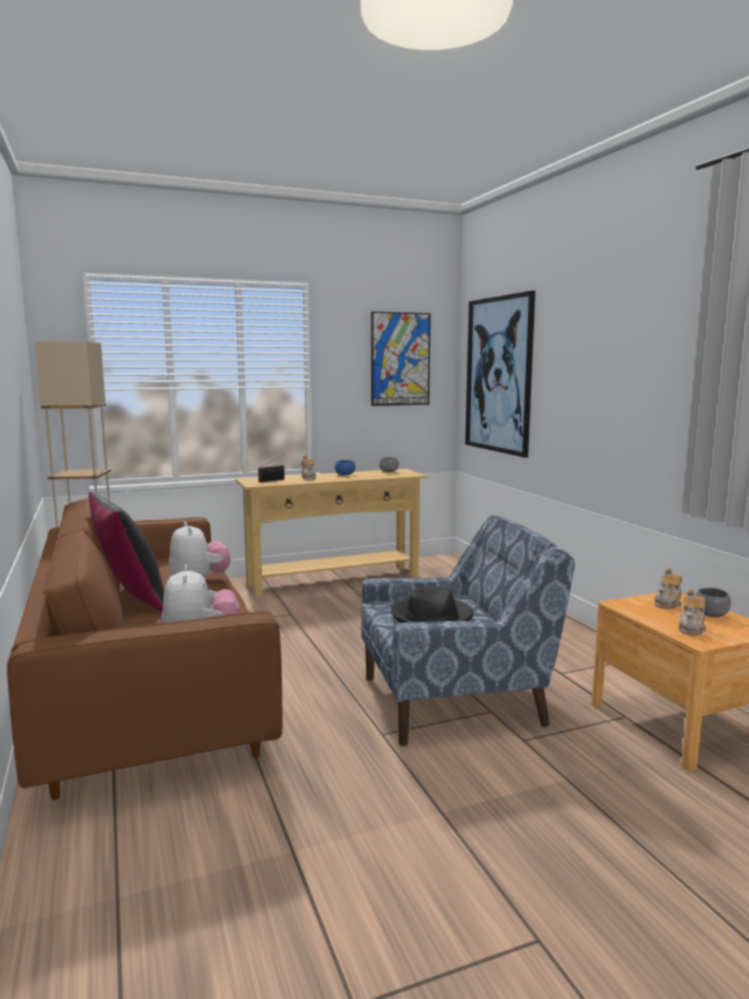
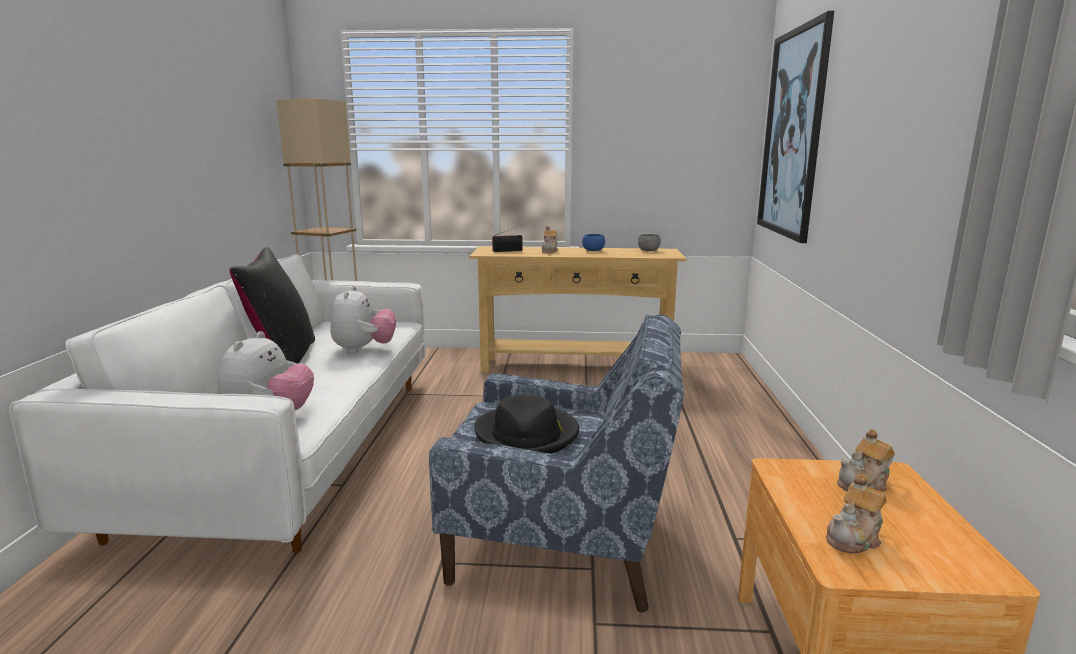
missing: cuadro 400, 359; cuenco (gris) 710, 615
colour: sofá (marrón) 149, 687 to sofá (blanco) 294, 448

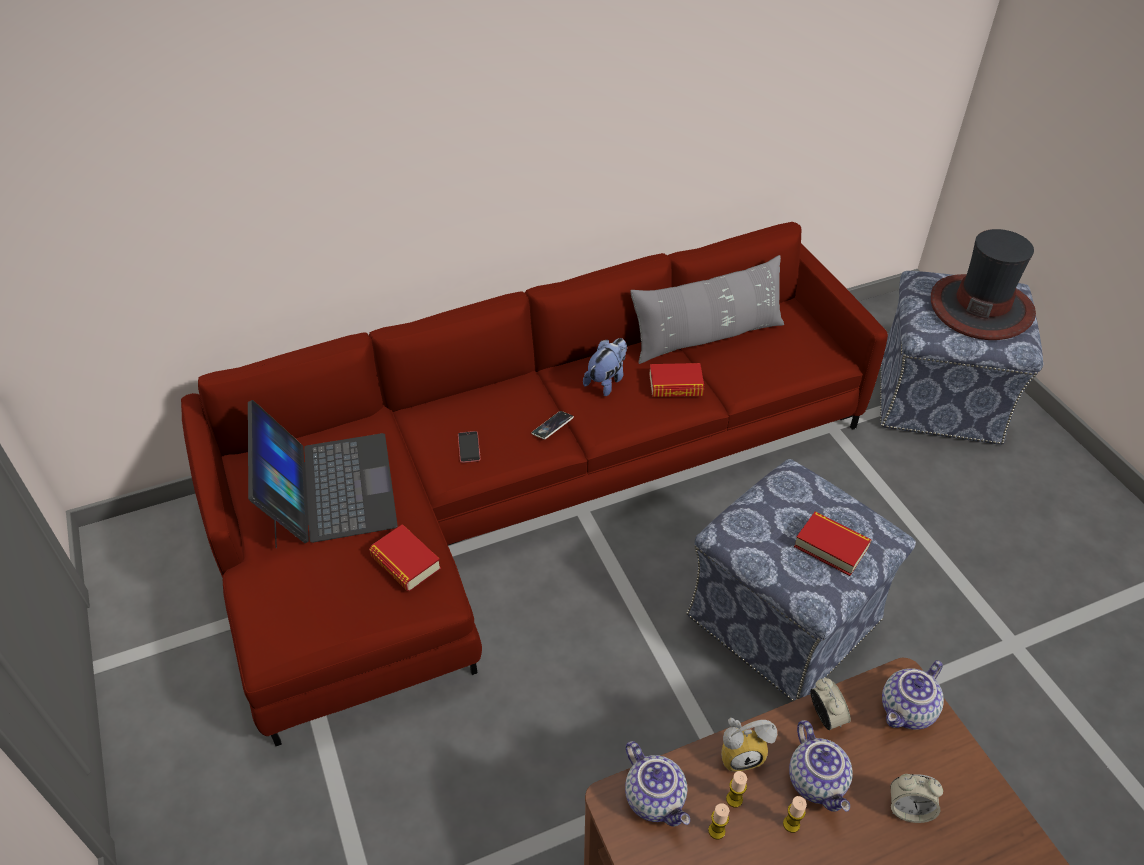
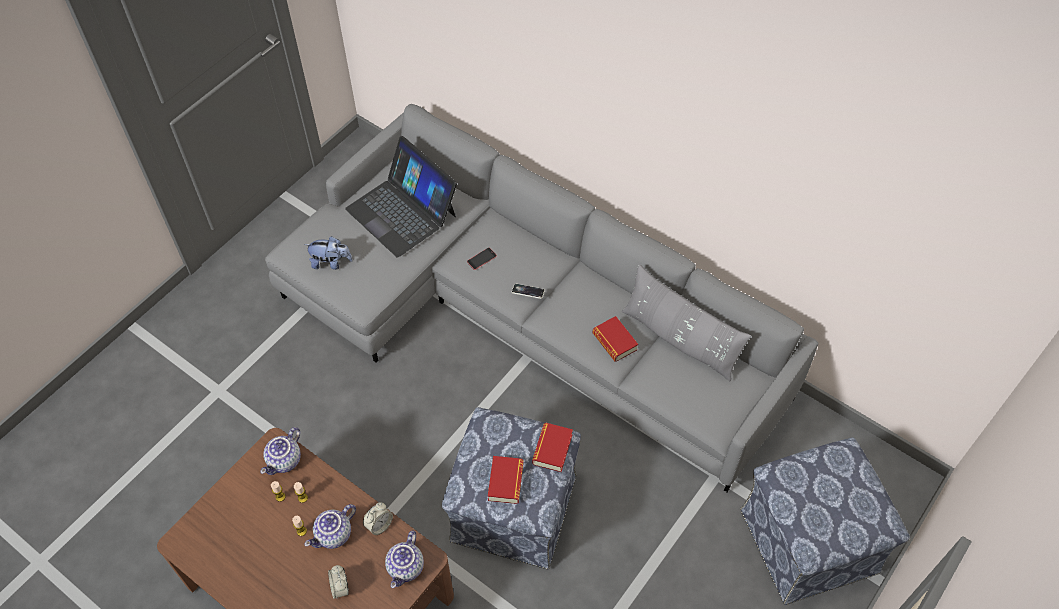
missing: despertador 741, 752; sombrero 980, 308
relocated: libro 405, 562 to 552, 449; peluche 607, 380 to 331, 262
colour: sofá (rojo) 525, 490 to sofá (gris) 524, 316
spun: portátil 329, 489 = 402, 211 90 degrees clockwise; tetera 907, 711 = 406, 568 90 degrees counterclockwise

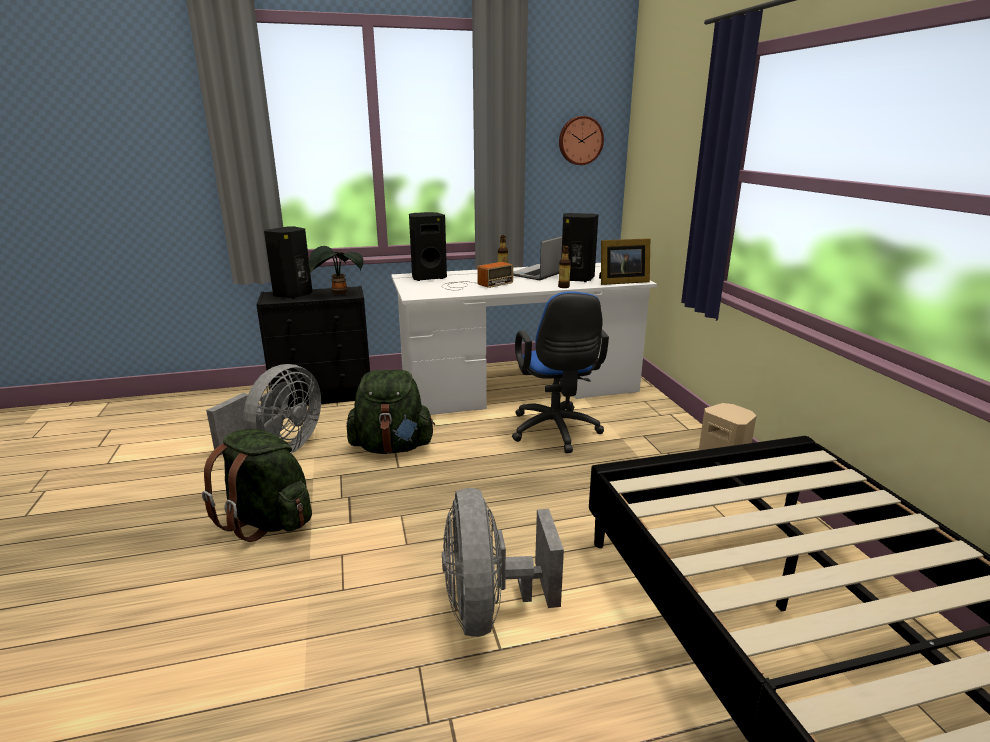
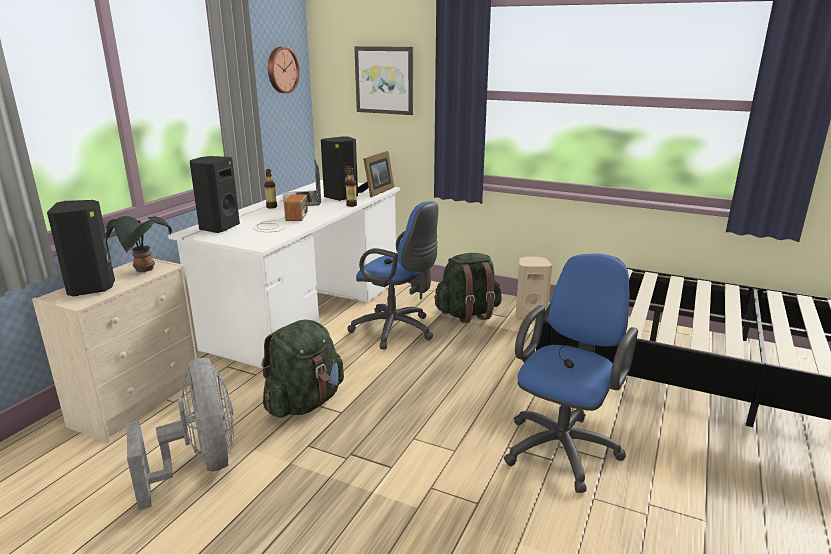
appeared: cuadro 384, 80
relocated: mochila (verde) 268, 521 to 468, 314
exchanged: ventilador (gris) 490, 609 to silla de oficina (azul) 564, 446
colour: cómoda (negro) 325, 396 to cómoda (beis) 140, 401

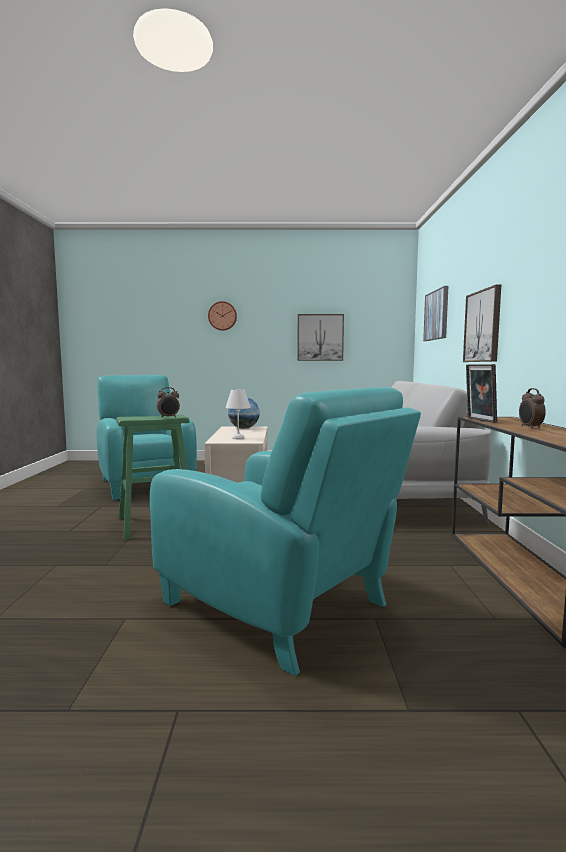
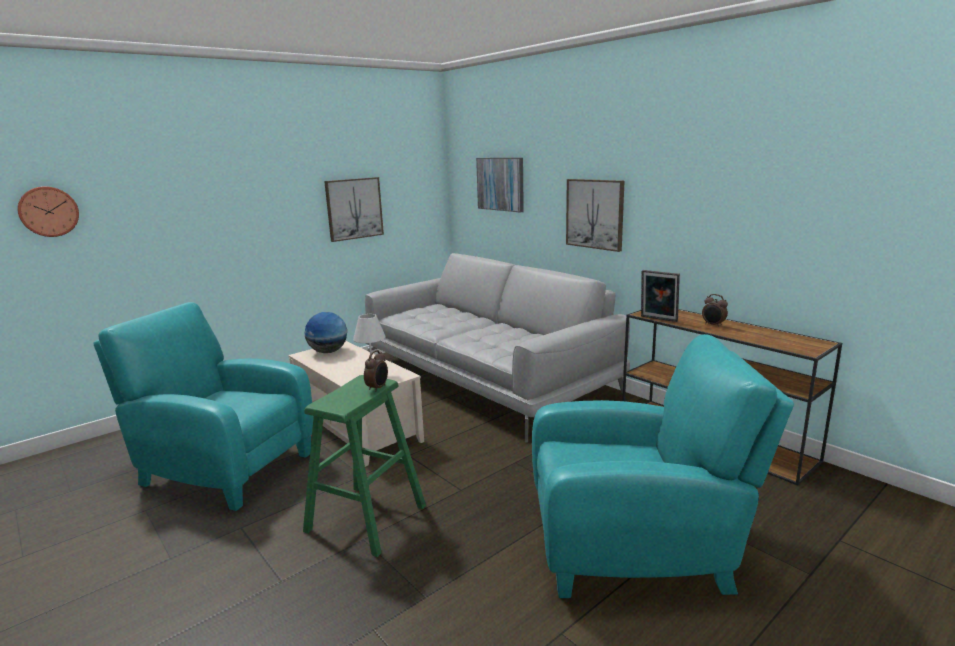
relocated: reloj de pared 222, 316 to 48, 211

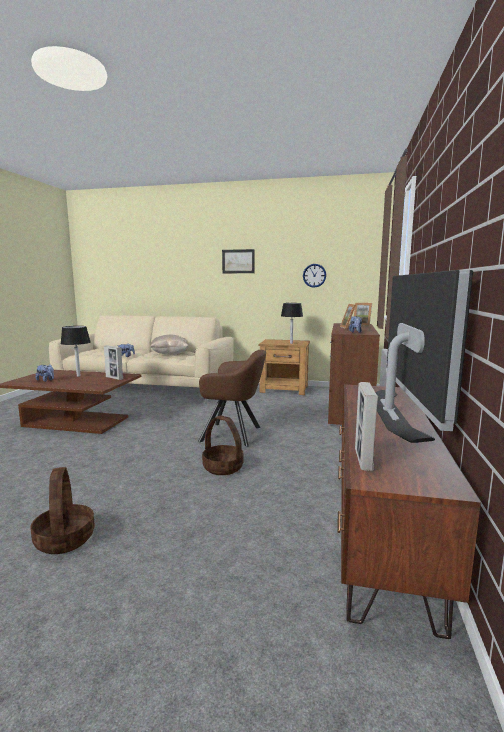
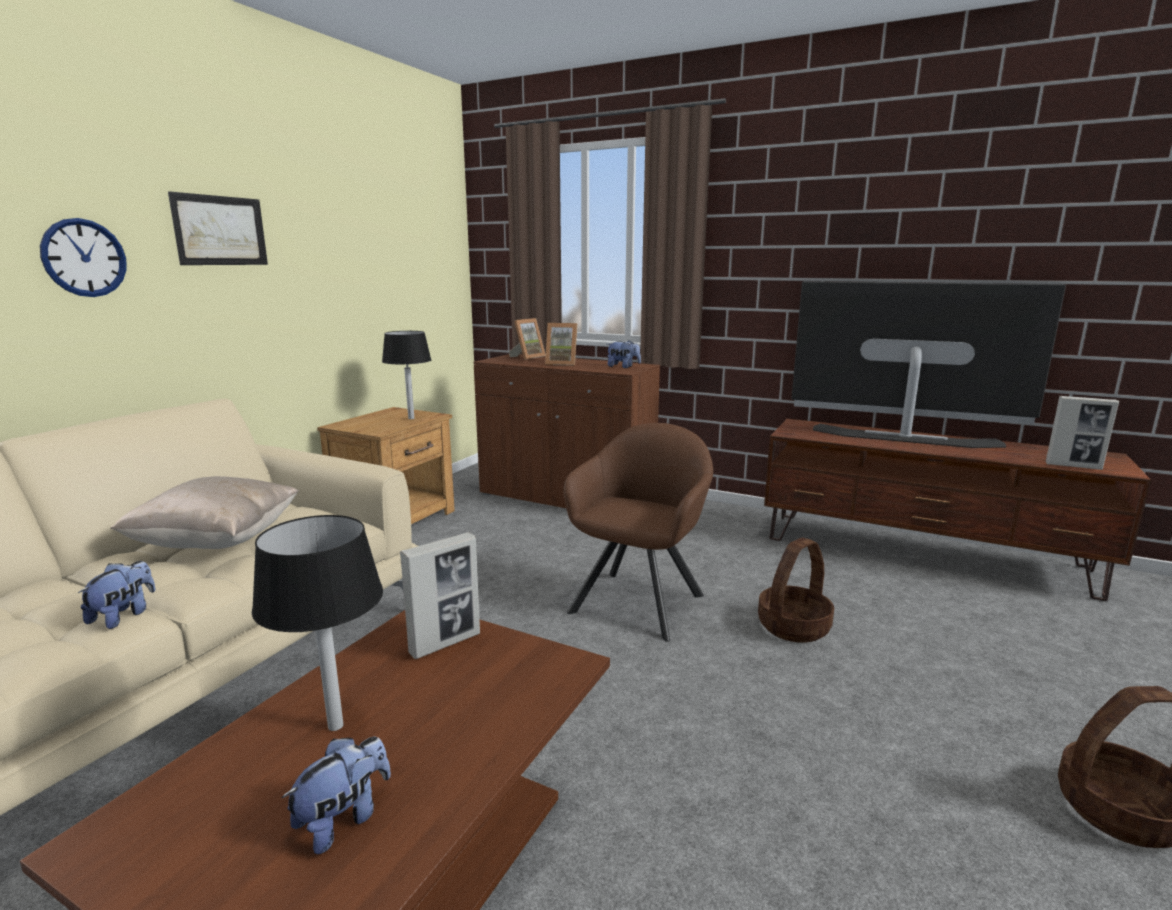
relocated: reloj de pared 314, 275 to 84, 258

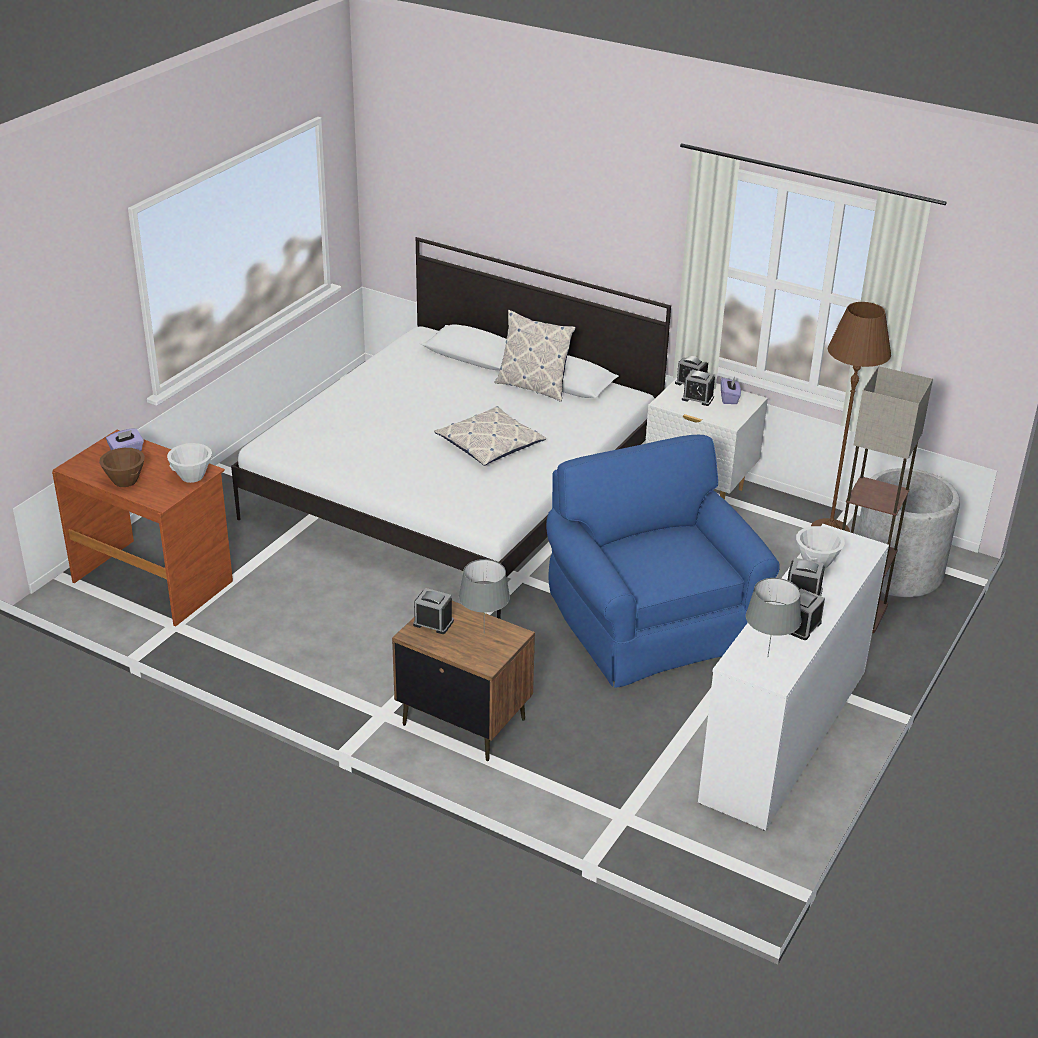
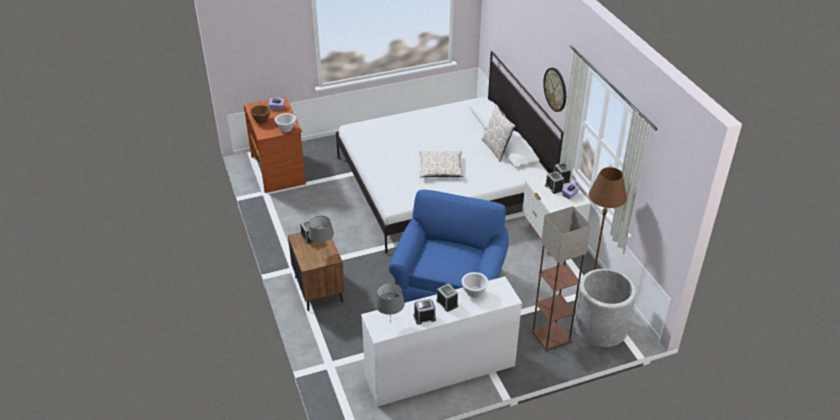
appeared: reloj de pared 555, 89

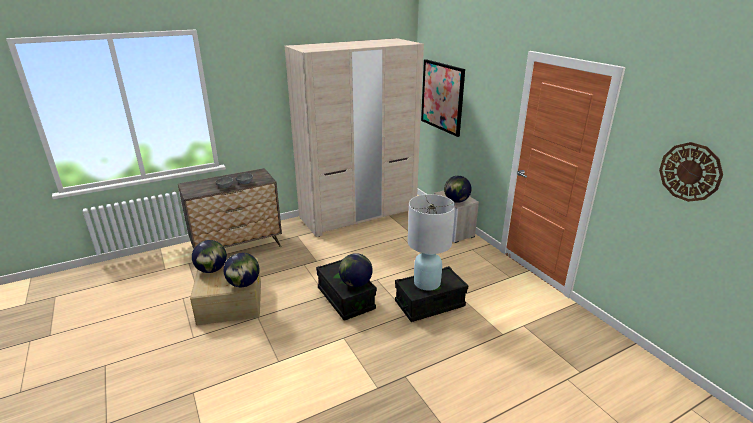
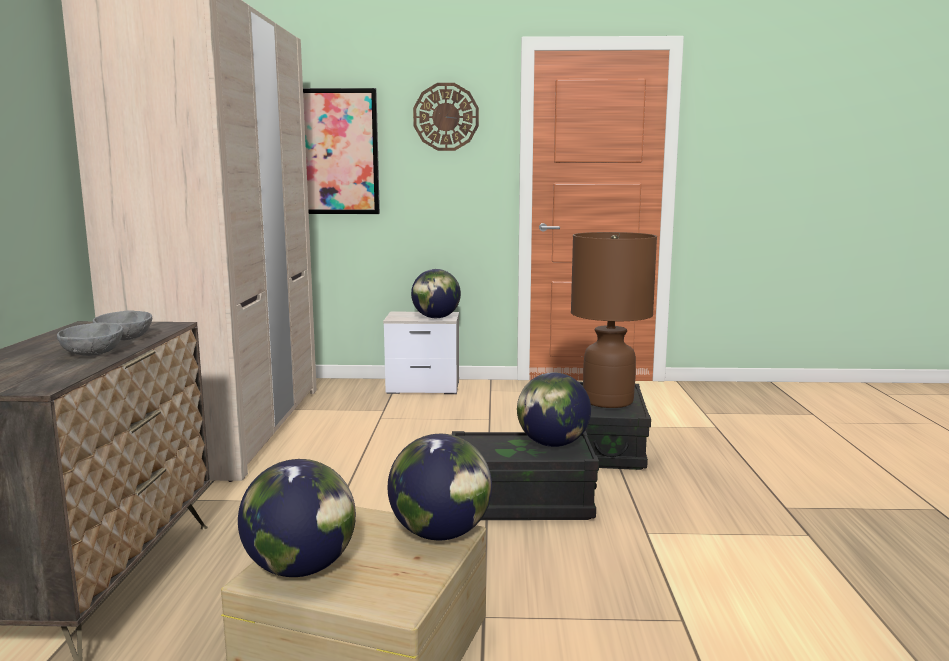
relocated: reloj de pared 690, 172 to 446, 117
colour: lámpara de mesa (blanco) 427, 283 to lámpara de mesa (marrón) 608, 401

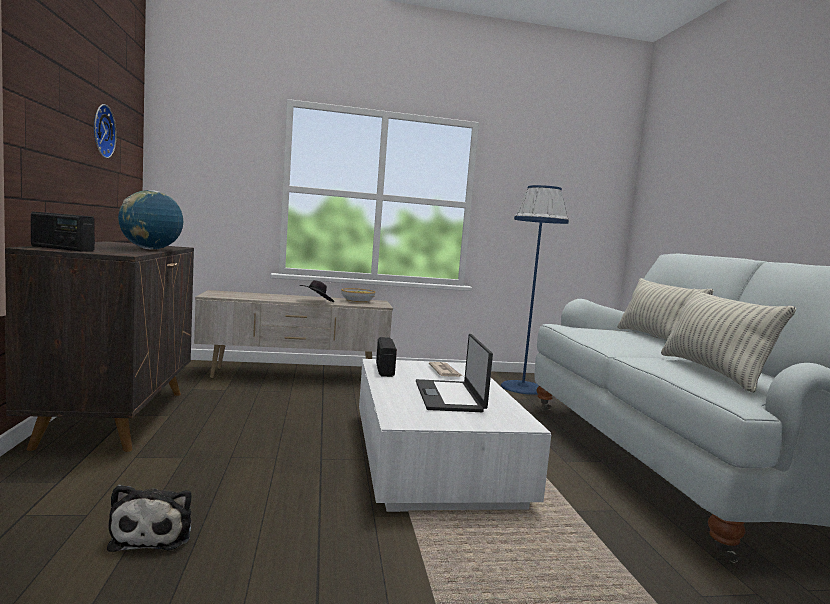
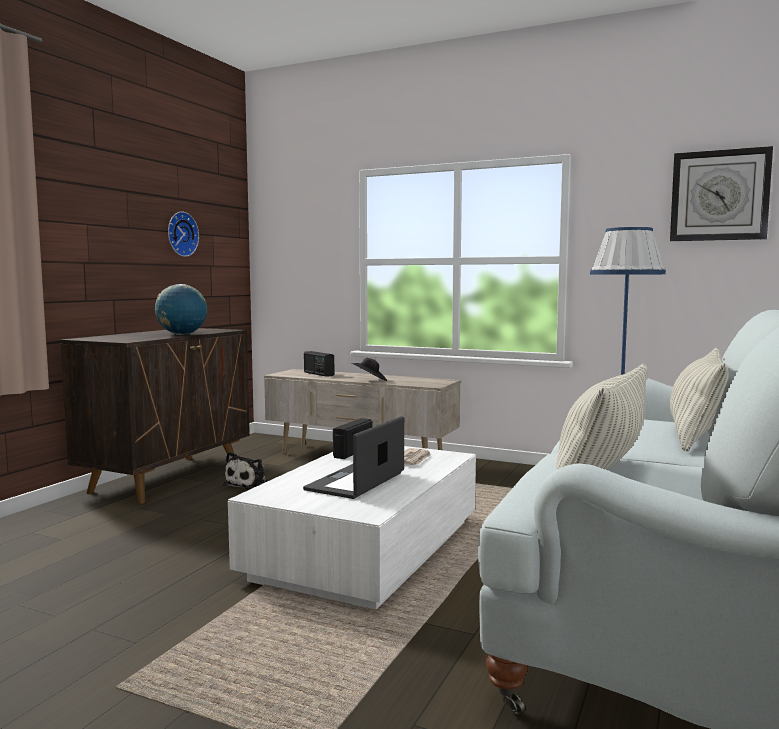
missing: cuenco 357, 301
appeared: reloj de pared 719, 195
relocated: radio 62, 248 to 318, 374; peluche 154, 533 to 249, 484

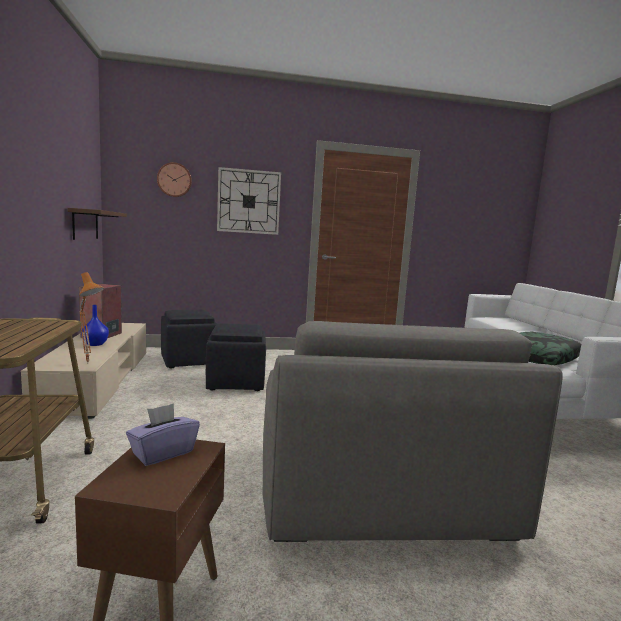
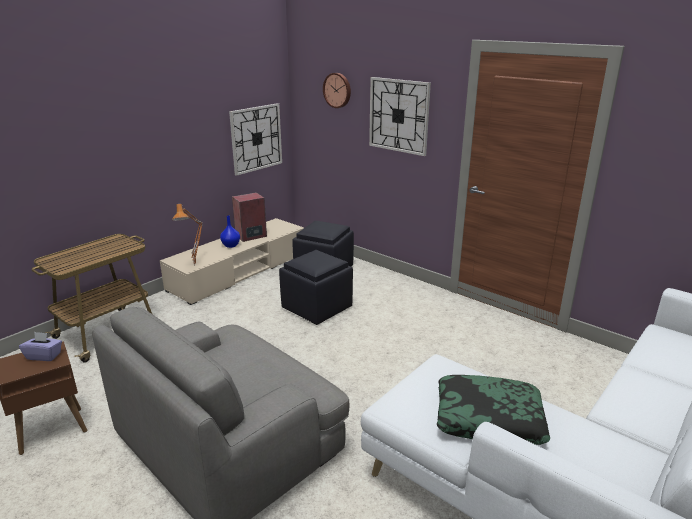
exchanged: estante (marrón) 85, 224 to reloj de pared 256, 138

